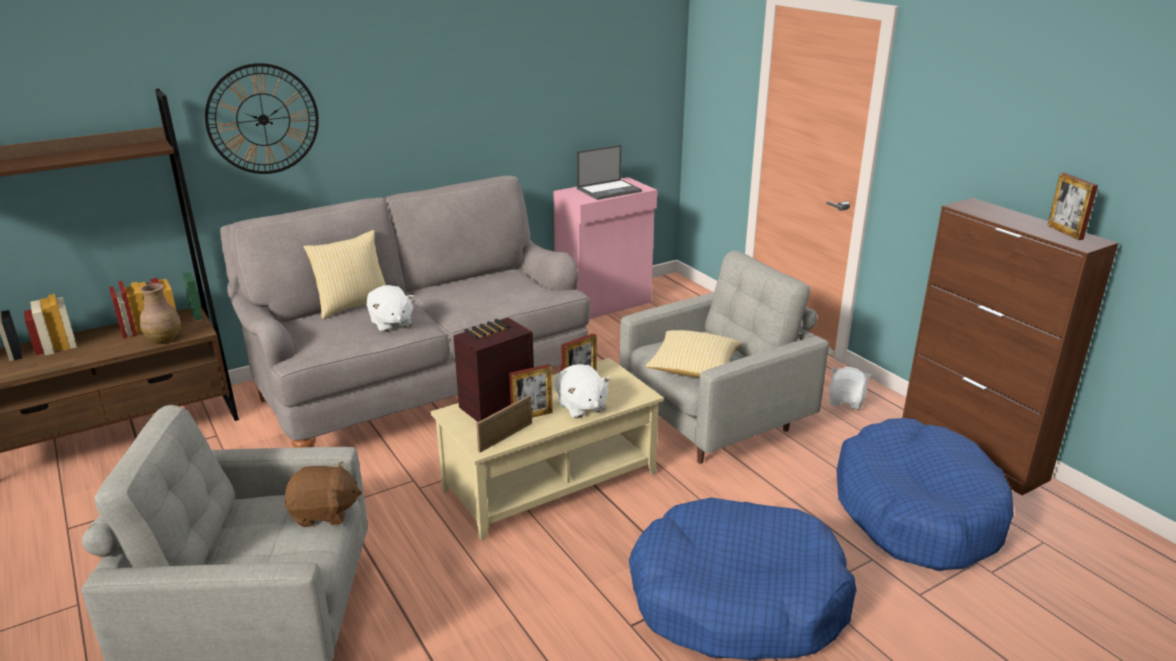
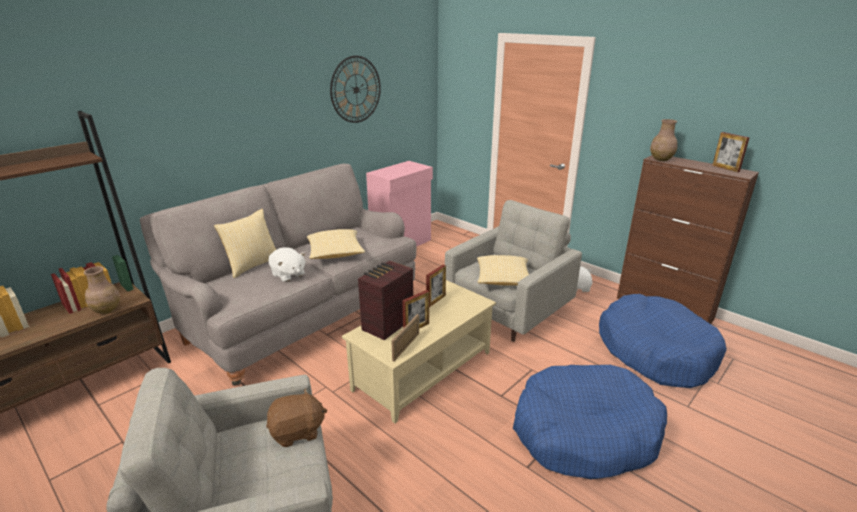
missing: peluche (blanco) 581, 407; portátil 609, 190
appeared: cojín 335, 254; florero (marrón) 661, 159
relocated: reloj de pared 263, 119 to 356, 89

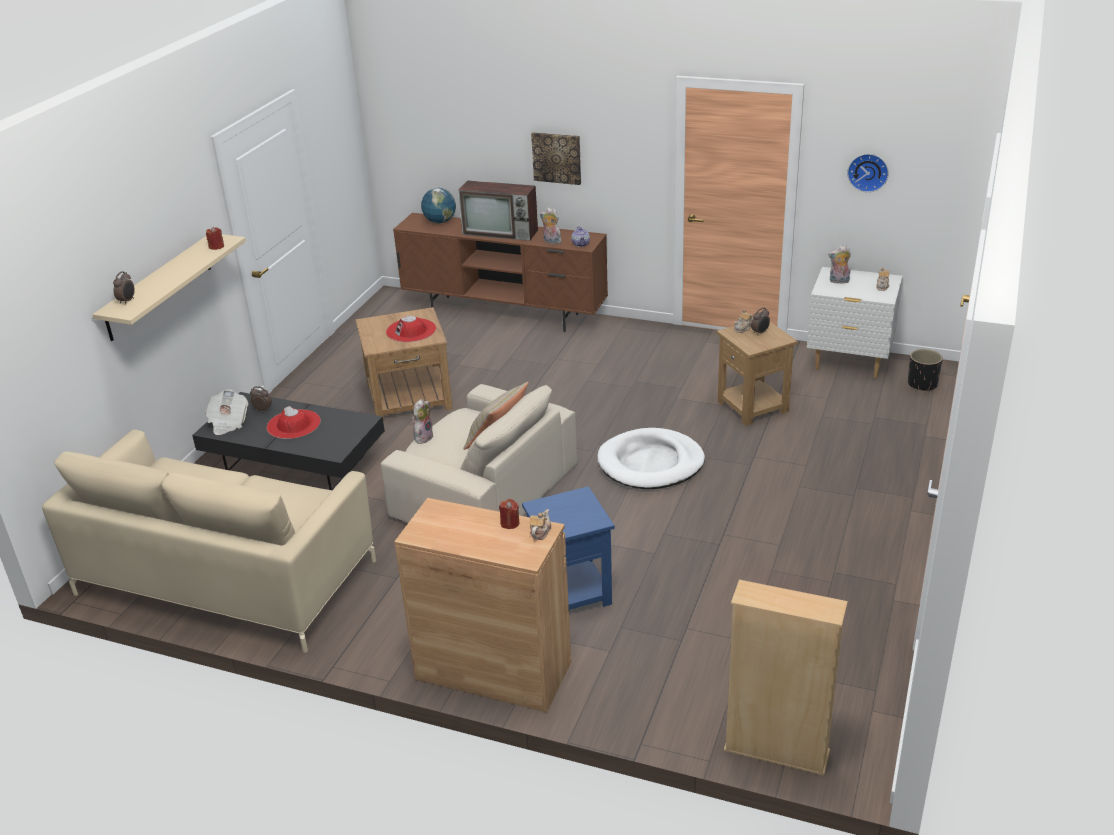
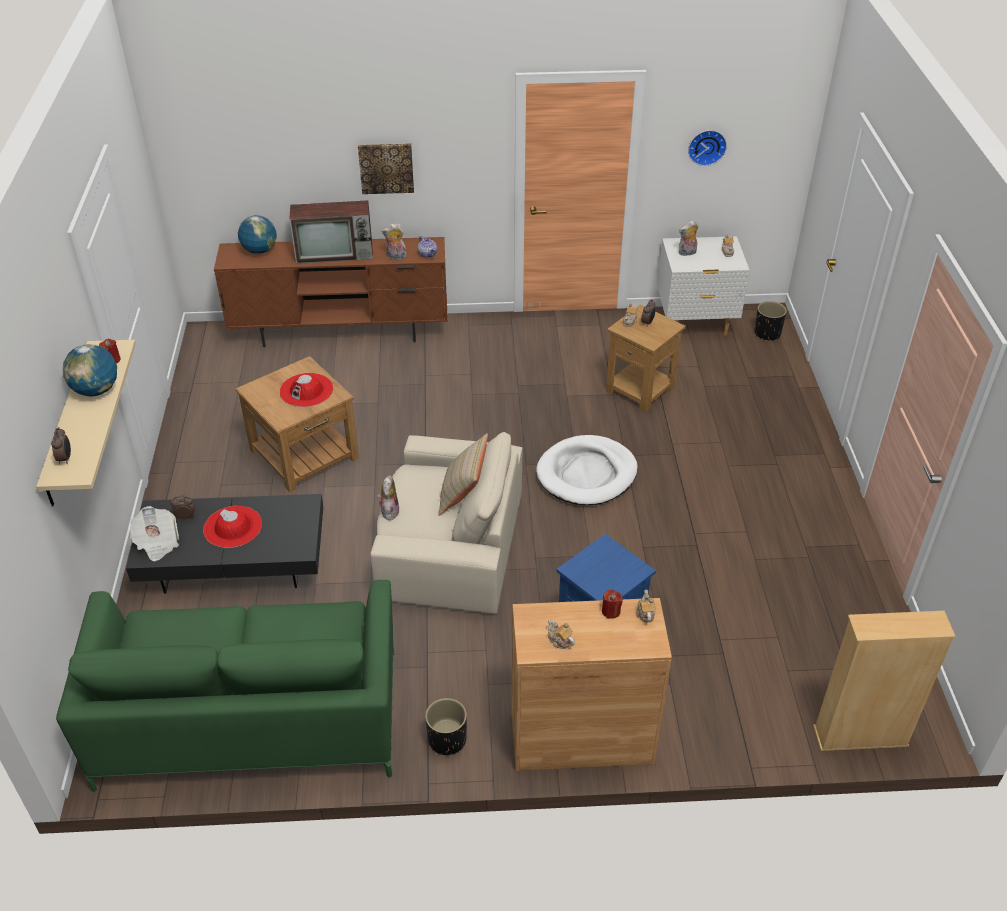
appeared: globo terráqueo 96, 390; maceta (negro) 447, 740; tetera 559, 640
colour: sofá (beis) 226, 577 to sofá (verde) 250, 718

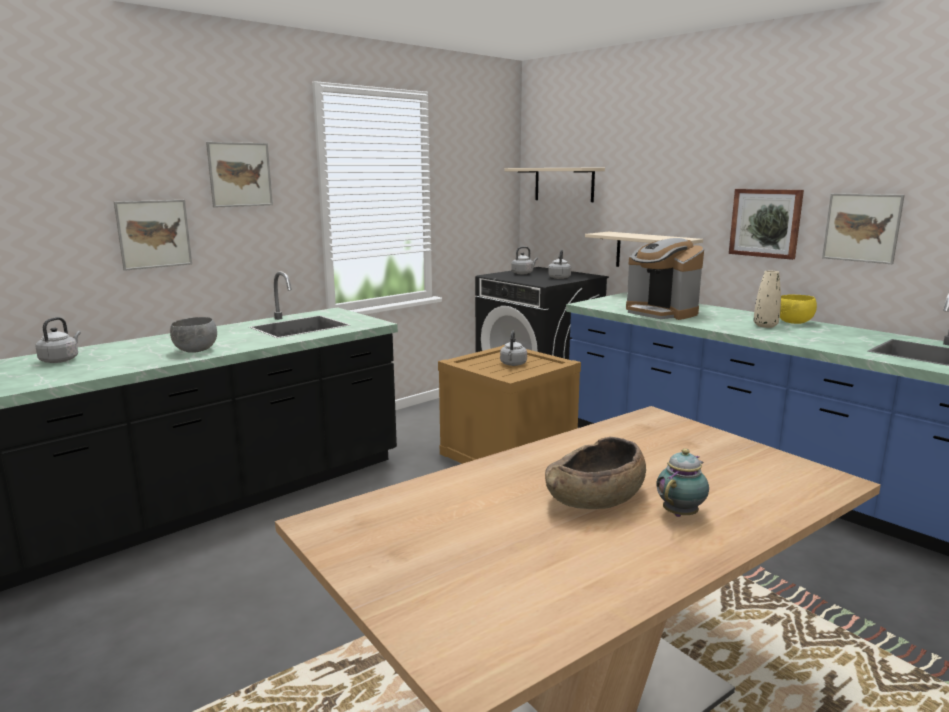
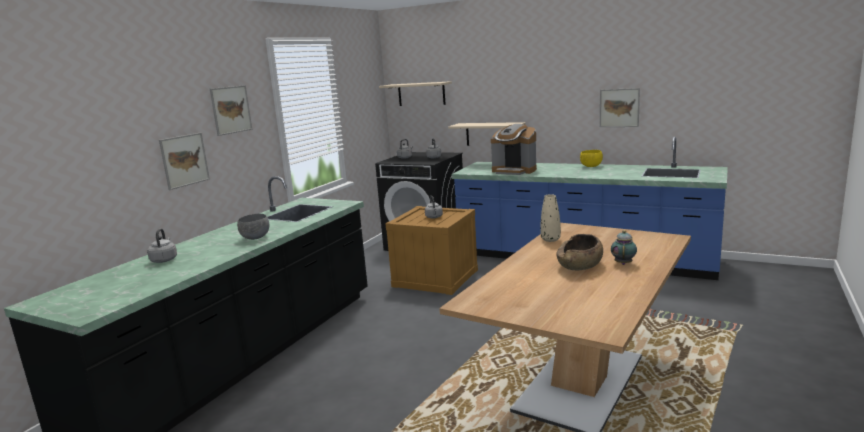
missing: cuadro 766, 223
relocated: florero (beis) 765, 326 to 550, 239

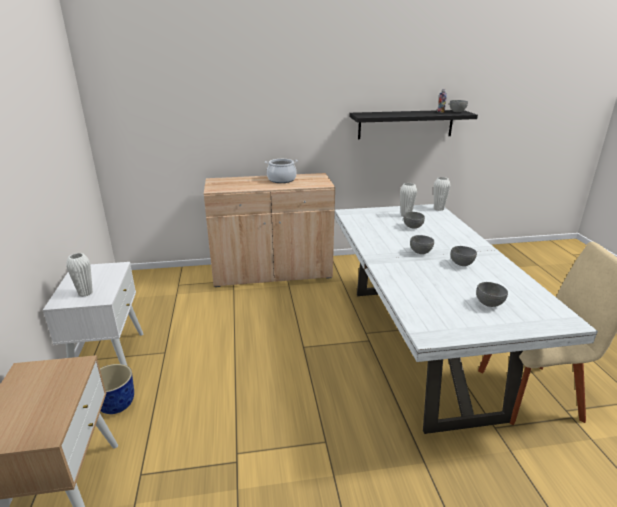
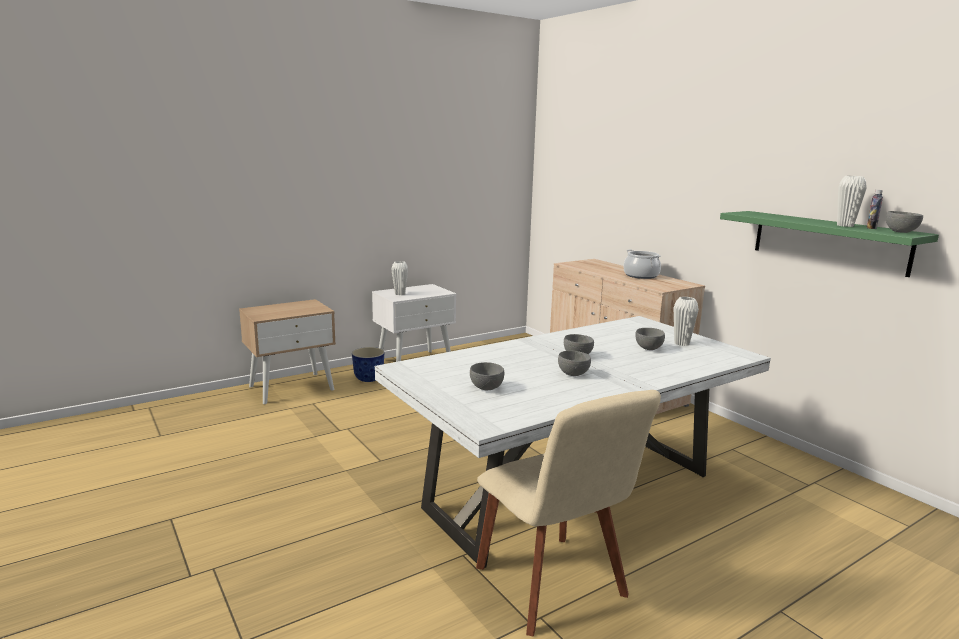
relocated: florero (blanco) 438, 209 to 845, 225
colour: estante (negro) 406, 124 to estante (verde) 829, 241

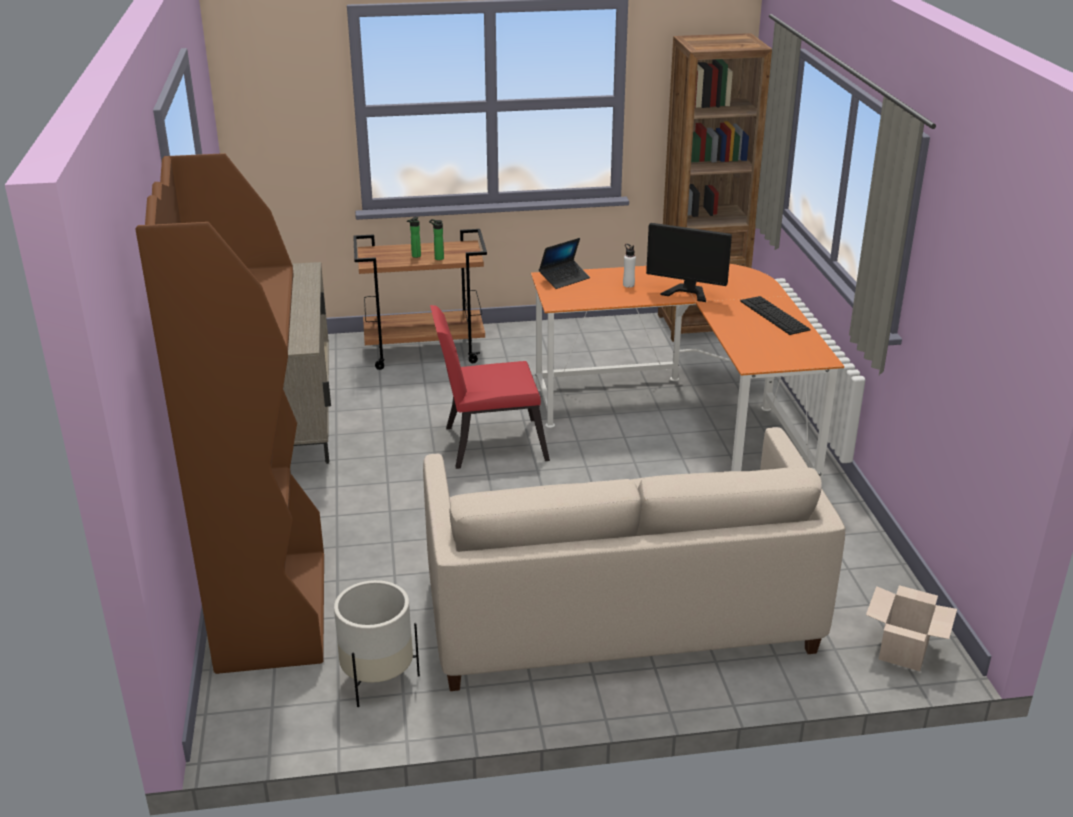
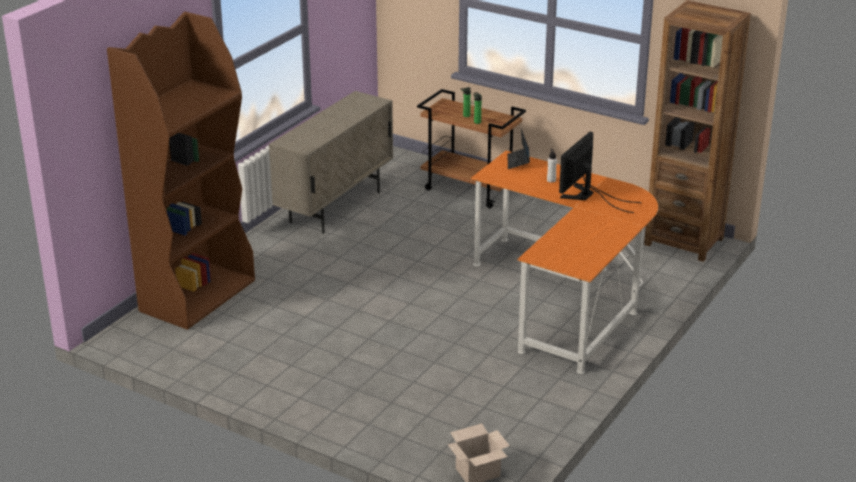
missing: maceta (blanco) 378, 679; sofá (beis) 618, 614; silla (rojo) 488, 443; teclado 774, 315
spun: portátil 564, 279 = 518, 162 90 degrees clockwise; monitor 691, 287 = 588, 196 60 degrees clockwise

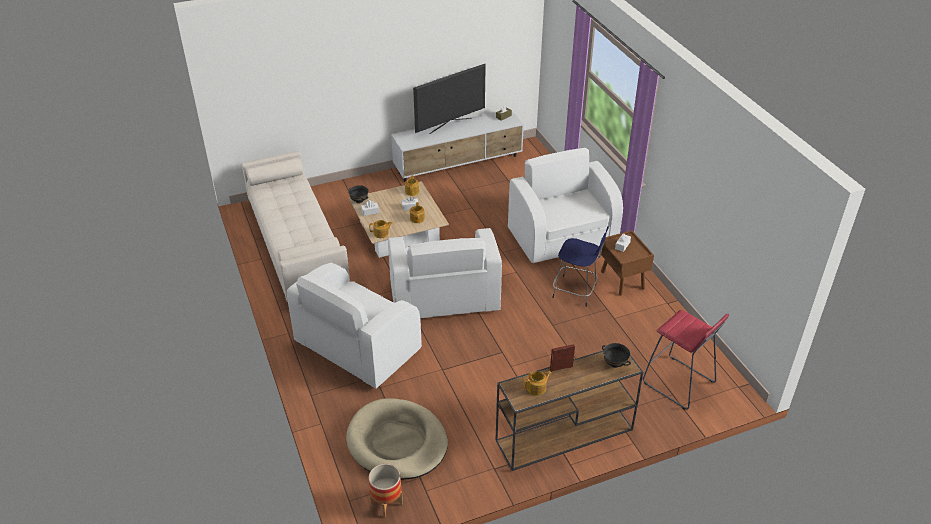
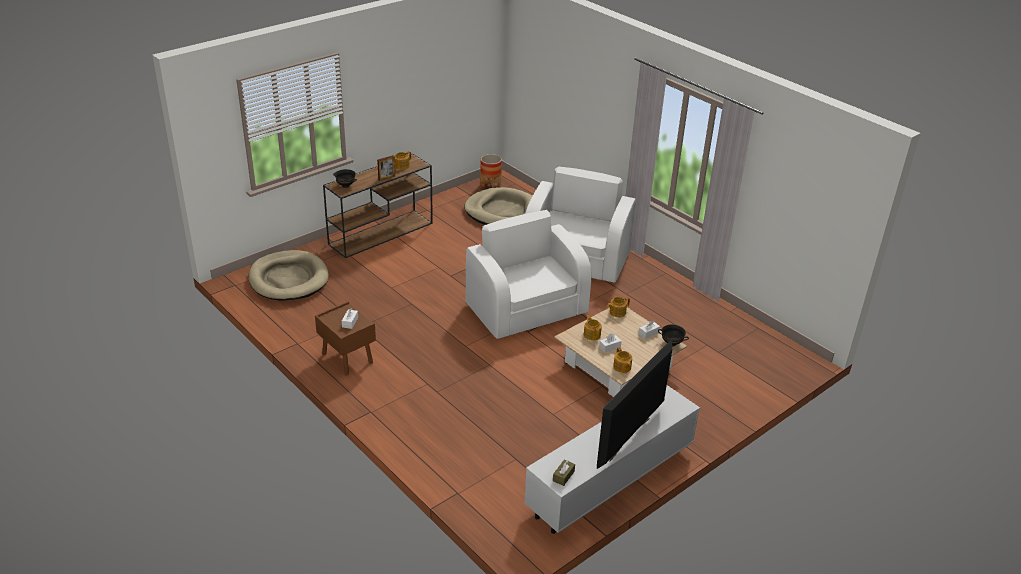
missing: sofá (beis) 296, 247; sillón (blanco) 562, 236; taburete (azul) 576, 291
exchanged: taburete (rojo) 679, 383 to cama para perro (beis) 288, 279

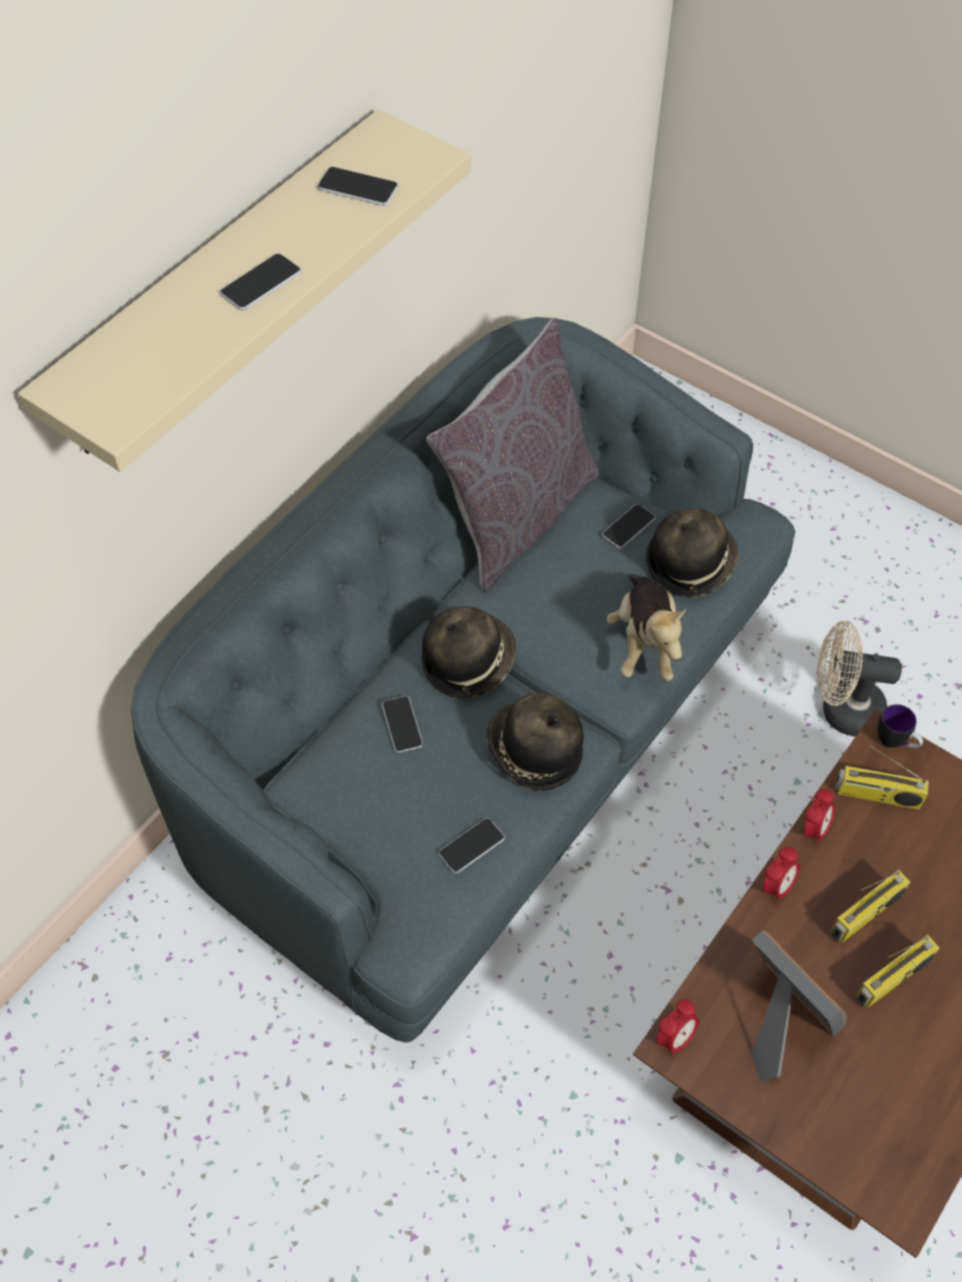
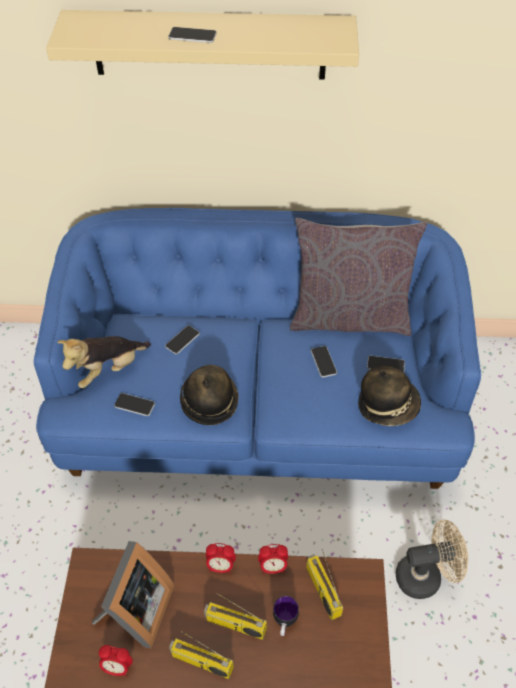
missing: sombrero 467, 661
relocated: móvil 358, 188 to 323, 362; peluche 644, 642 to 108, 370; despertador 674, 1037 to 117, 667; taza grande 895, 743 to 284, 623
colour: sofá (gris) 481, 740 to sofá (azul) 258, 412
spun: ventilador (beis) 841, 709 = 425, 576 105 degrees clockwise

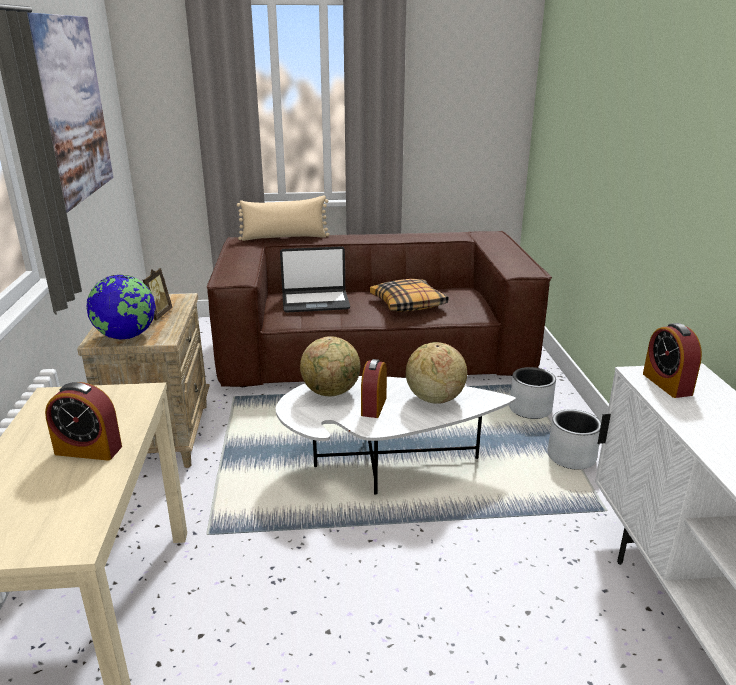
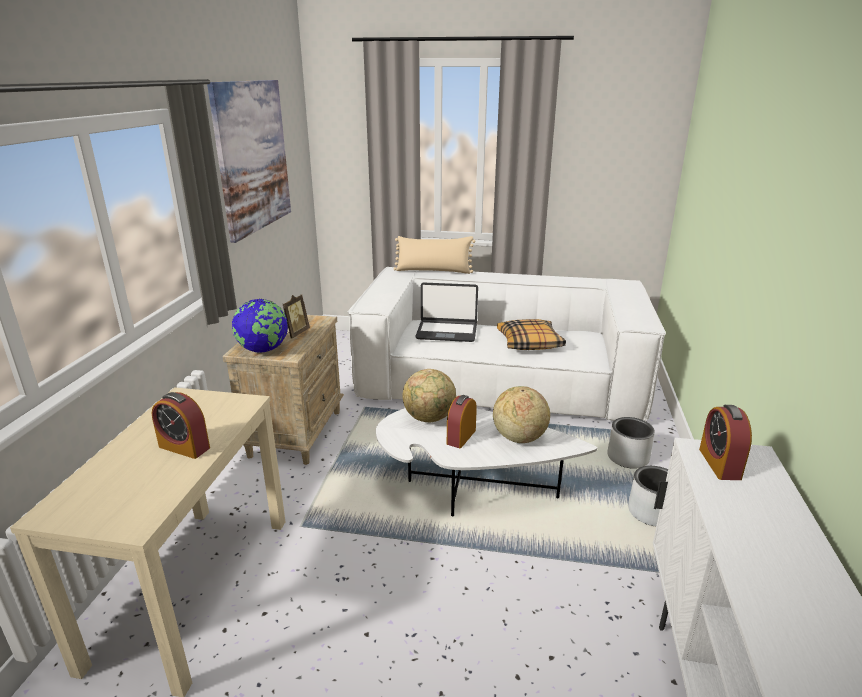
colour: sofá (marrón) 374, 350 to sofá (blanco) 500, 380

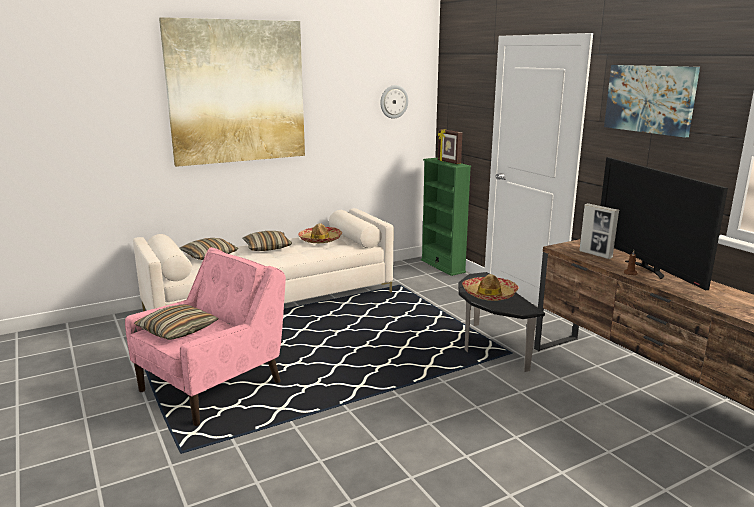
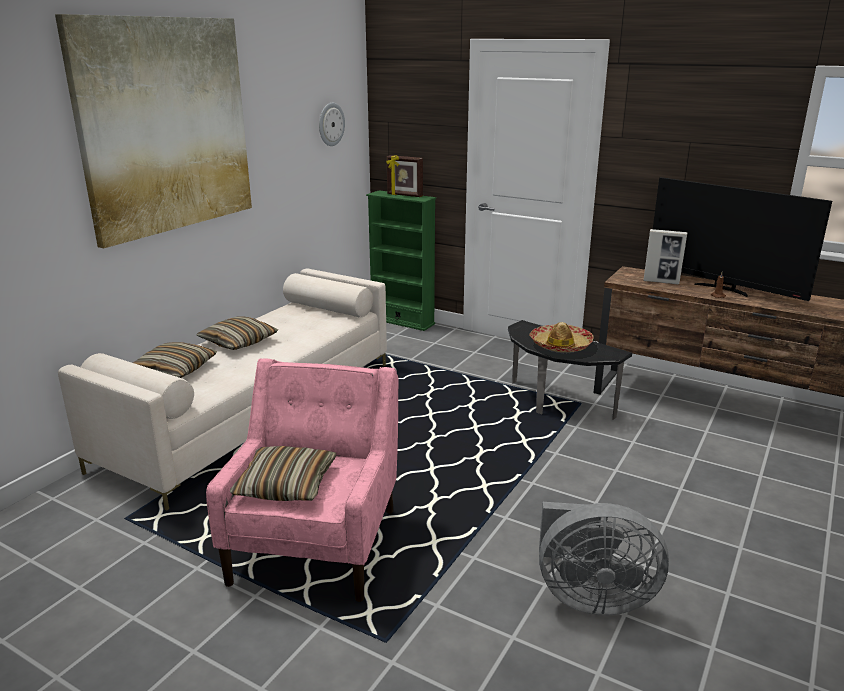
missing: sombrero 320, 240; cuadro 650, 99
appeared: ventilador (gris) 590, 597

